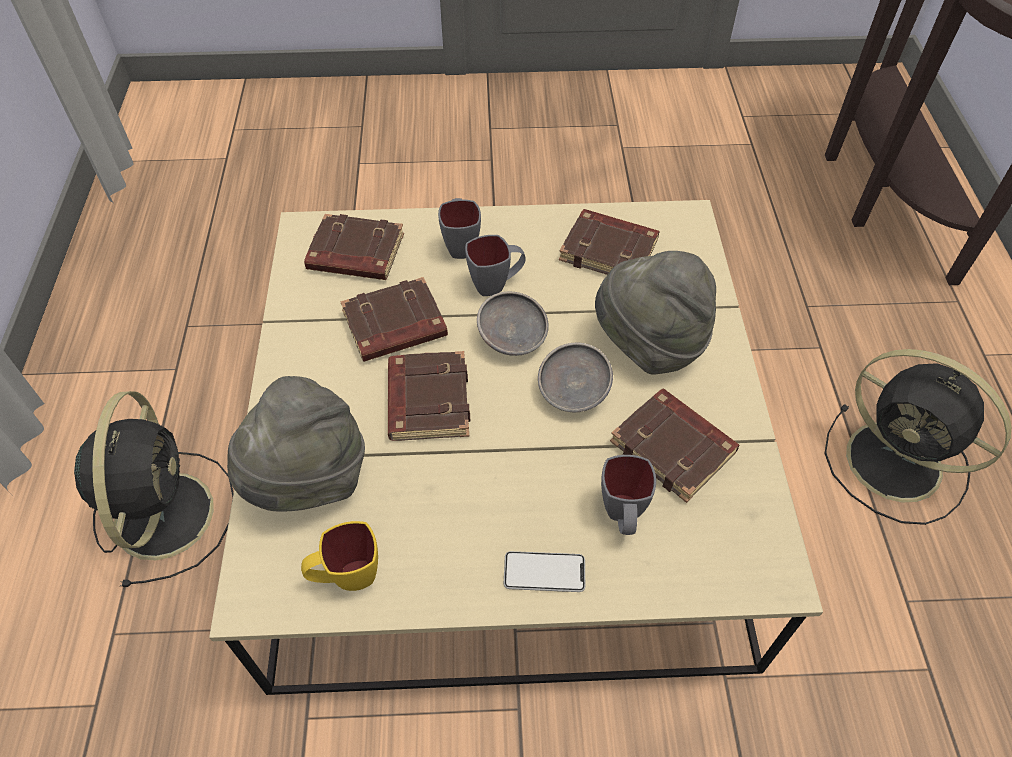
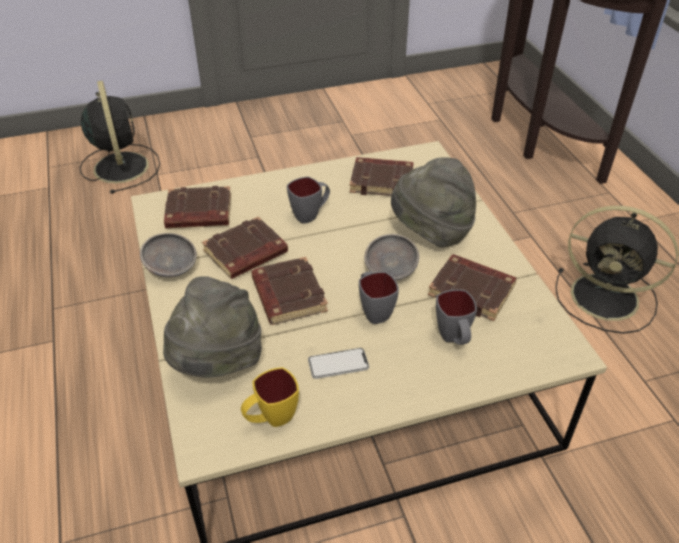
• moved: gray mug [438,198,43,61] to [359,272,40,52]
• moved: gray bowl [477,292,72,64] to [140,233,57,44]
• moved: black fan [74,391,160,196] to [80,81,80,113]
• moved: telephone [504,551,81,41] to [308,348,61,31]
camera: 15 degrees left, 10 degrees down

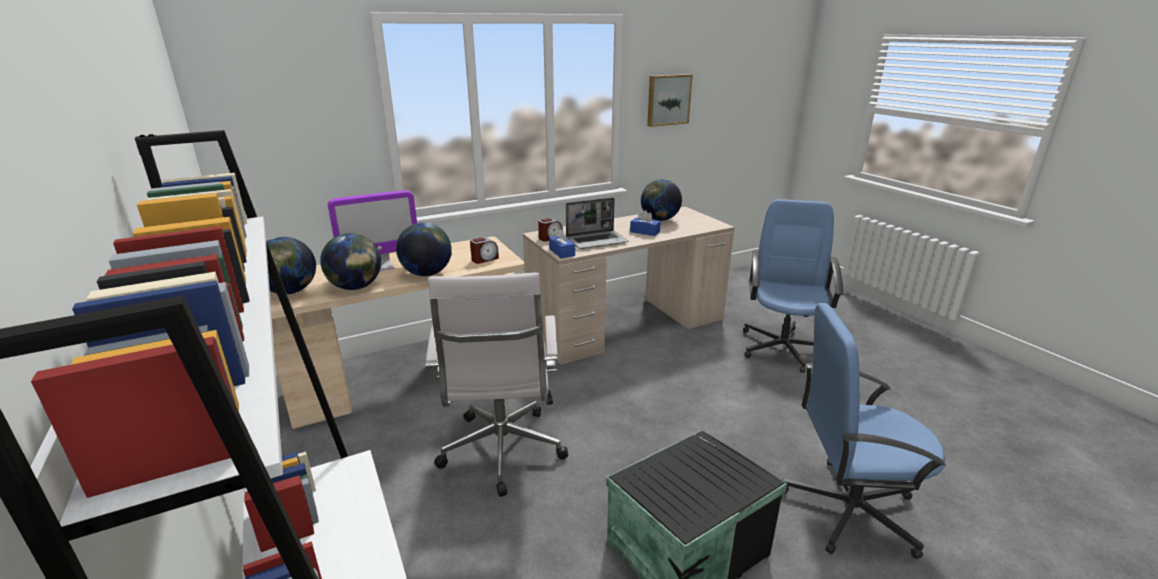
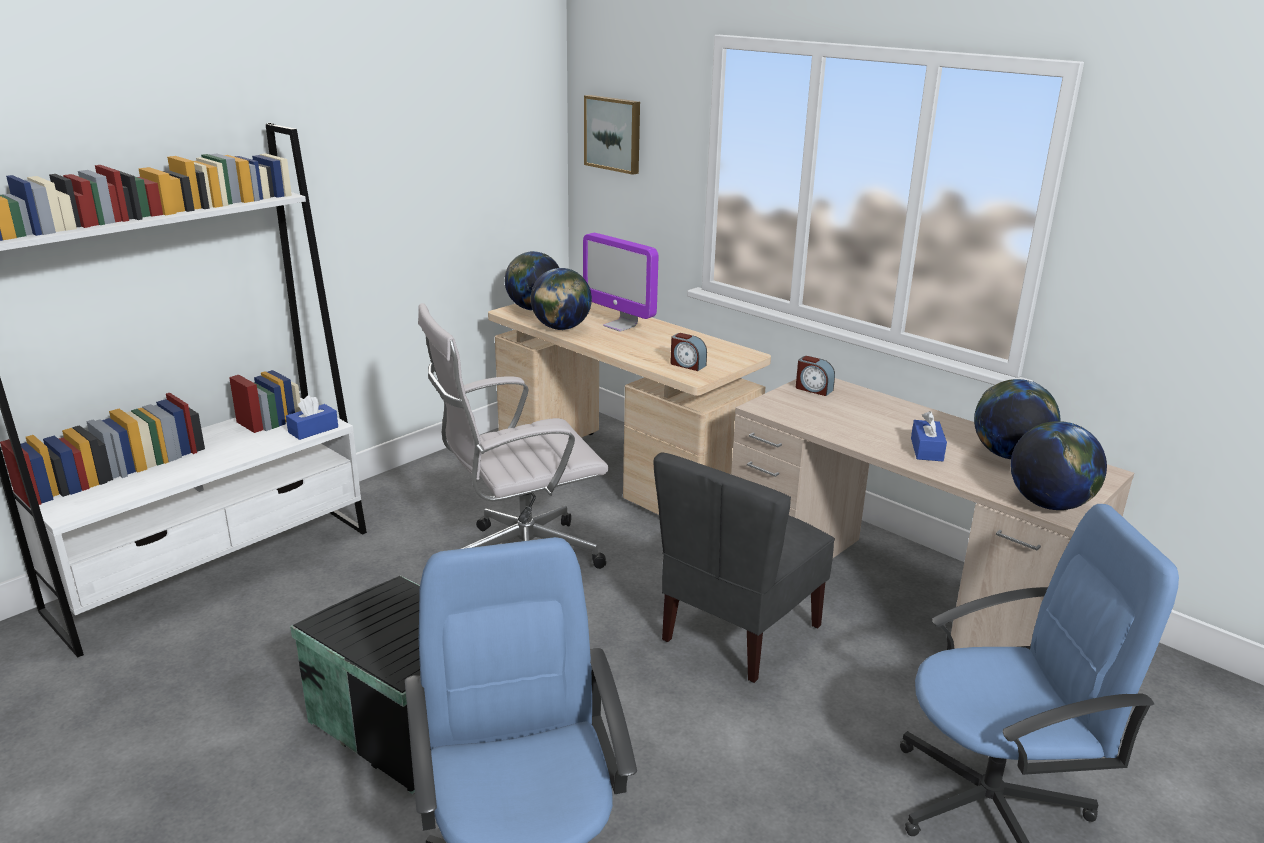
• moved: picture [647,74,46,53] to [584,95,56,80]
• removed: portable computer [566,198,62,51]
• moved: world globe [396,223,56,53] to [1010,421,97,89]
• moved: blue box of tissues [549,229,26,30] to [286,395,52,45]
• added: gray chair [653,452,182,231]
camera: 70 degrees right, 0 degrees up

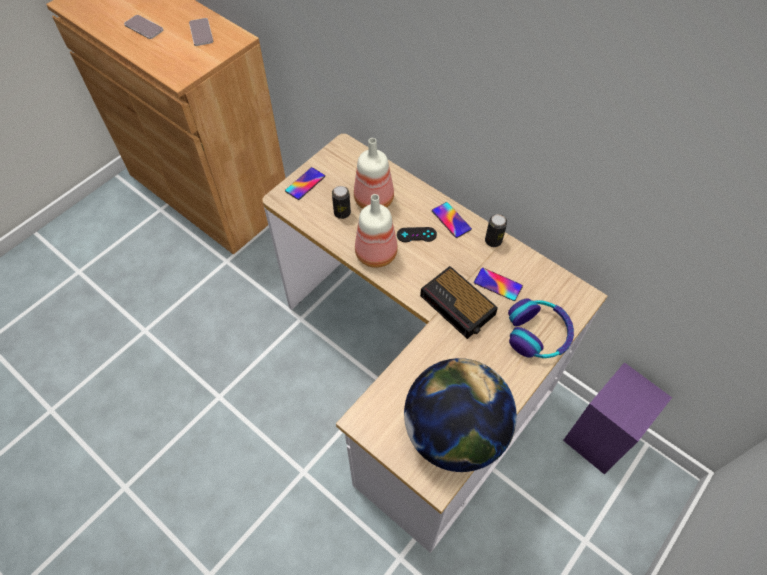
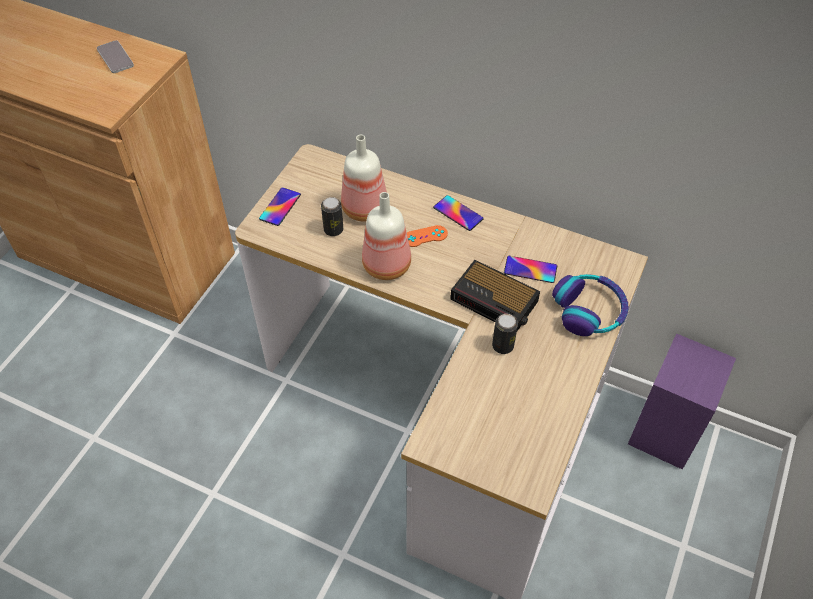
• removed: telephone [124,15,39,24]
• moved: metal can [485,214,22,33] to [492,314,26,40]
• recoloured: black gamepad [397,227,40,15] to orangey gamepad [407,225,41,22]
• removed: world globe [404,358,113,114]
camera: 15 degrees left, 5 degrees down

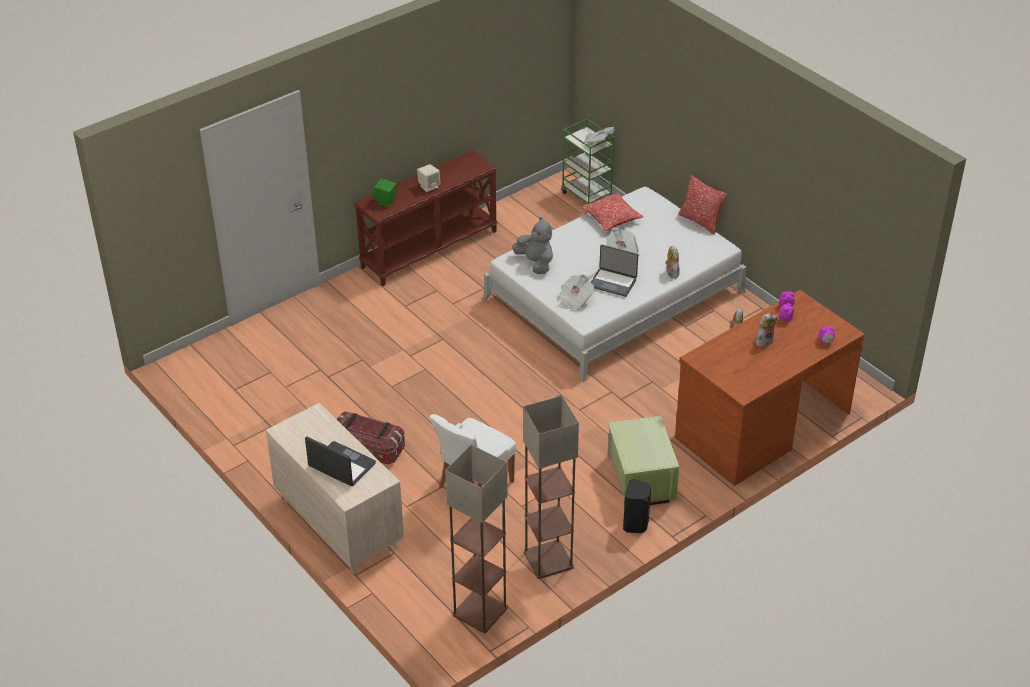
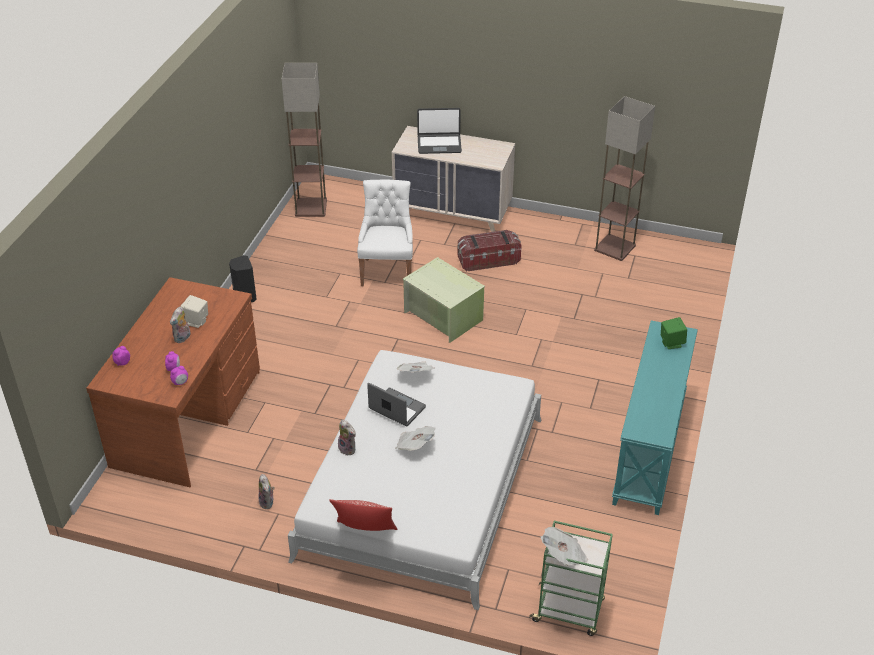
• recoloured: brown-coloured narrow table [354,150,144,136] to blue-green narrow table [612,320,86,195]
• moved: sand-coloured loudspeaker [417,164,24,28] to [180,295,28,33]
• removed: throw pillow [581,193,62,38]
• removed: gray plush toy [512,217,41,57]
• turned: portable computer [591,244,47,53] = [367,383,59,44] 45 degrees clockwise
• moved: standard lamp [523,396,56,183] to [594,96,61,165]
• moved: green-coloured storage container [608,416,72,90] to [403,257,82,86]
camera: 145 degrees right, 0 degrees up

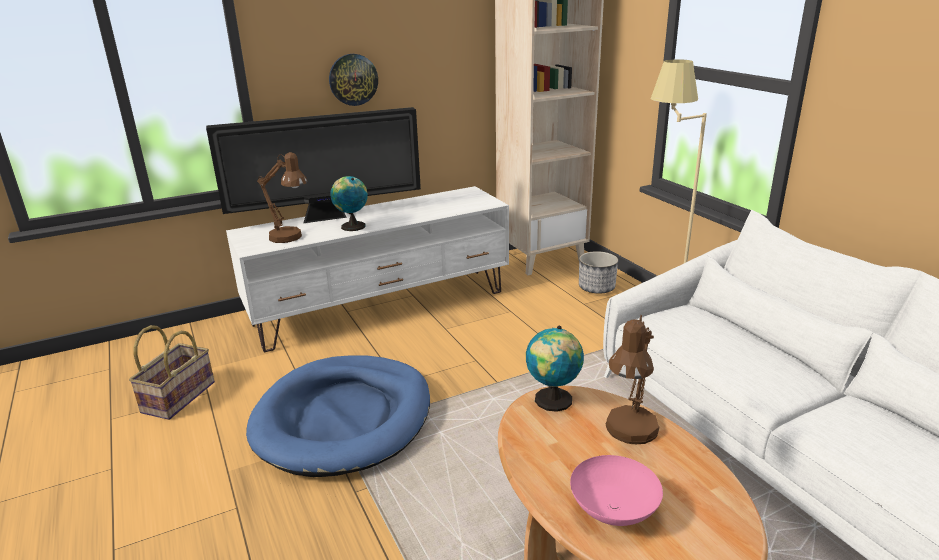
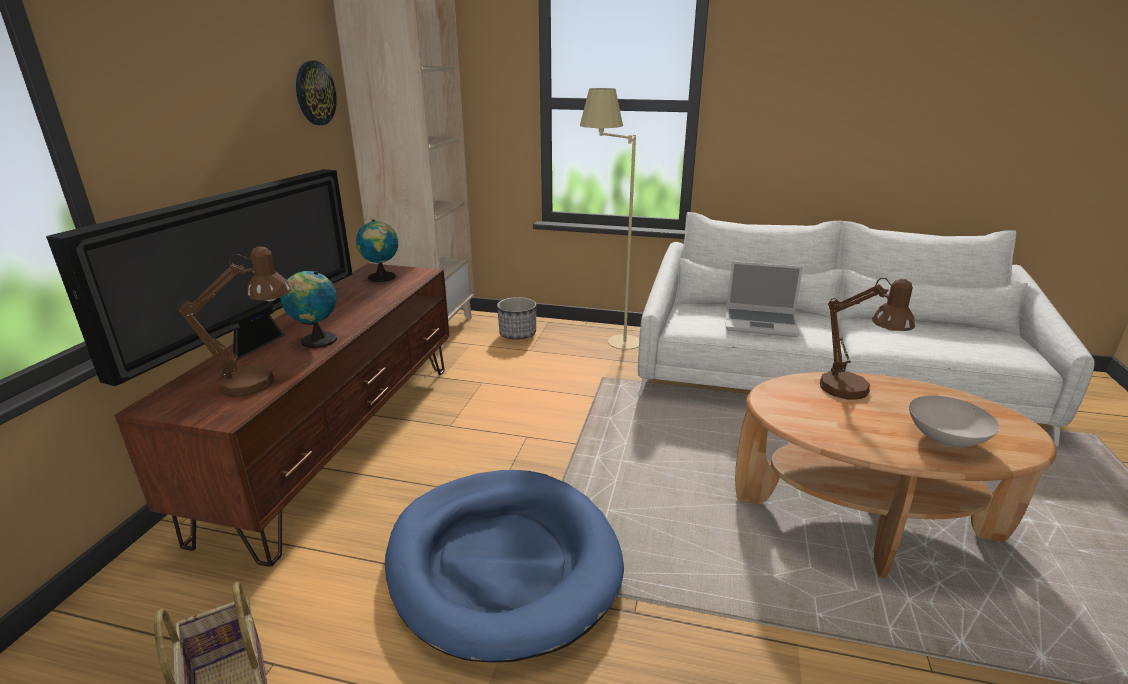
• moved: clock on the wall [329,54,49,52] to [296,61,41,64]
• recoloured: white tv stand [226,186,283,166] to brown-coloured tv stand [114,263,336,304]
• moved: world globe [526,325,58,87] to [356,220,42,62]
• recoloured: pinkish bowl [570,455,93,71] to white bowl [909,395,90,52]
• added: portable computer [726,261,77,76]
camera: 50 degrees left, 0 degrees up

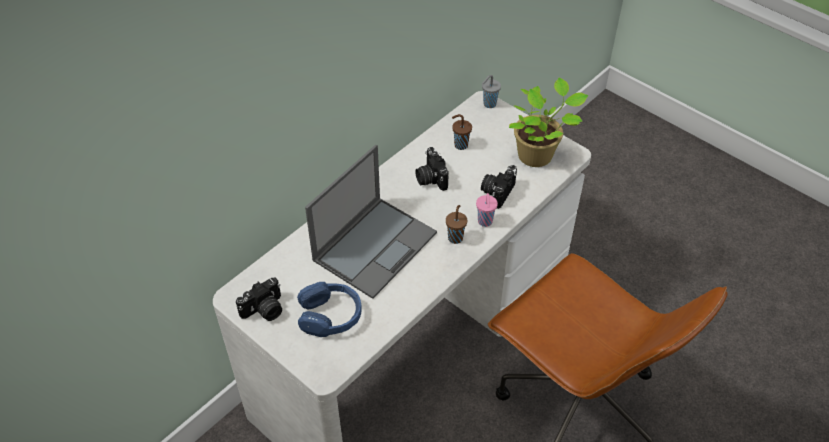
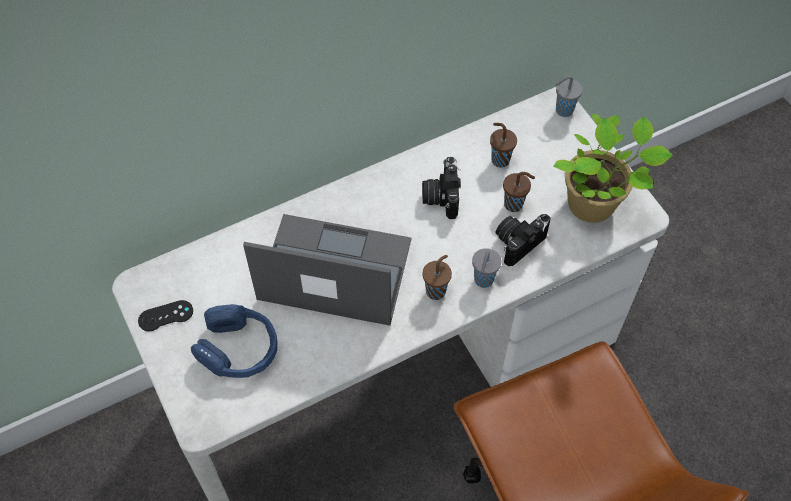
• turned: portable computer [305,145,132,154] = [243,214,168,112] 135 degrees counterclockwise
• recoloured: pinkish small cup [476,193,22,34] to gray small cup [472,248,29,40]
• replaced: still camera [236,278,46,43] to black gamepad [138,300,55,31]
• added: brown-coloured small cup [503,172,32,40]
camera: 20 degrees right, 10 degrees up

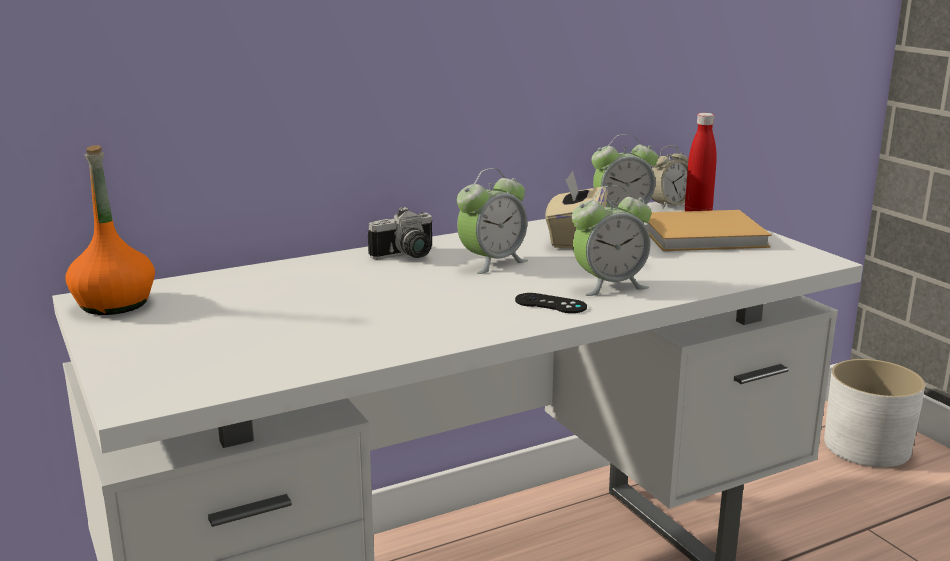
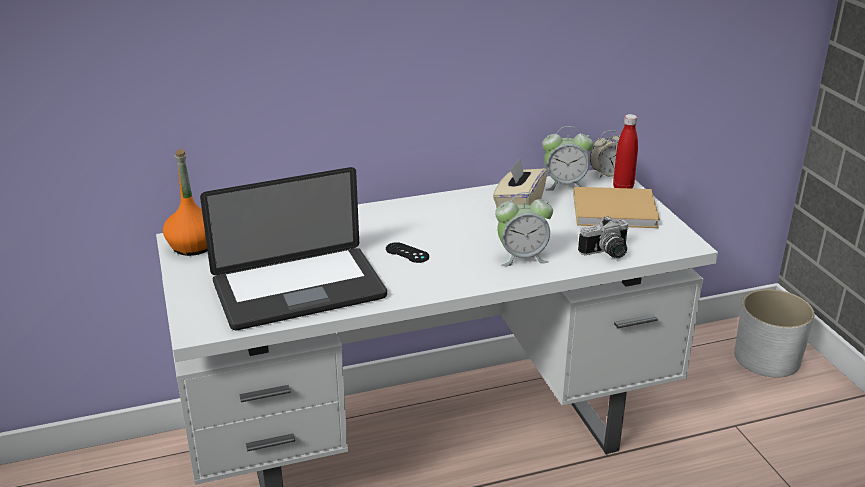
• removed: bedside clock [457,168,71,106]
• moved: still camera [368,207,65,52] to [578,216,51,42]
• moved: black gamepad [515,293,72,20] to [386,242,43,21]
• added: portable computer [200,167,187,163]
camera: 10 degrees right, 10 degrees up

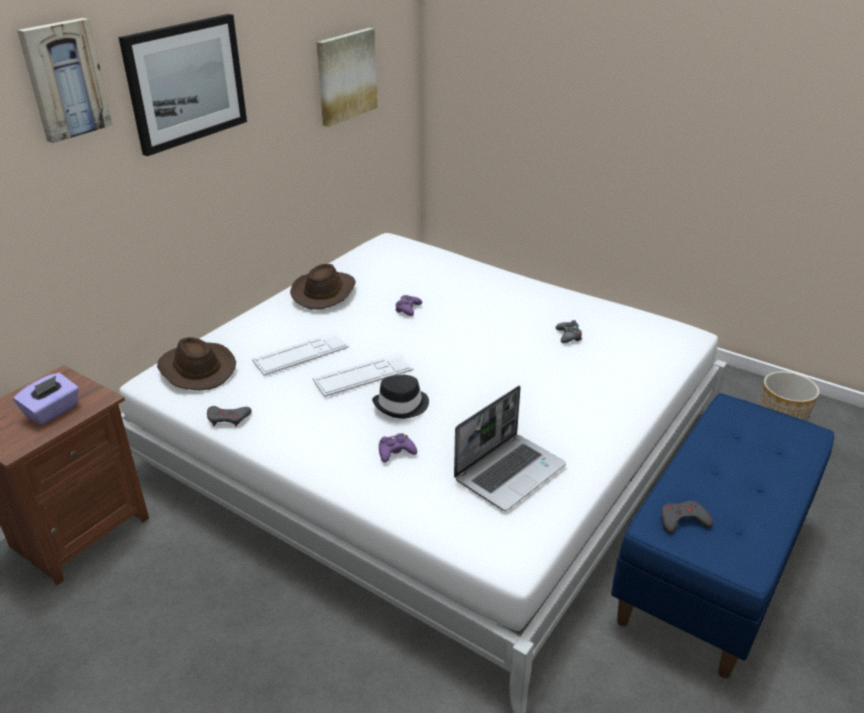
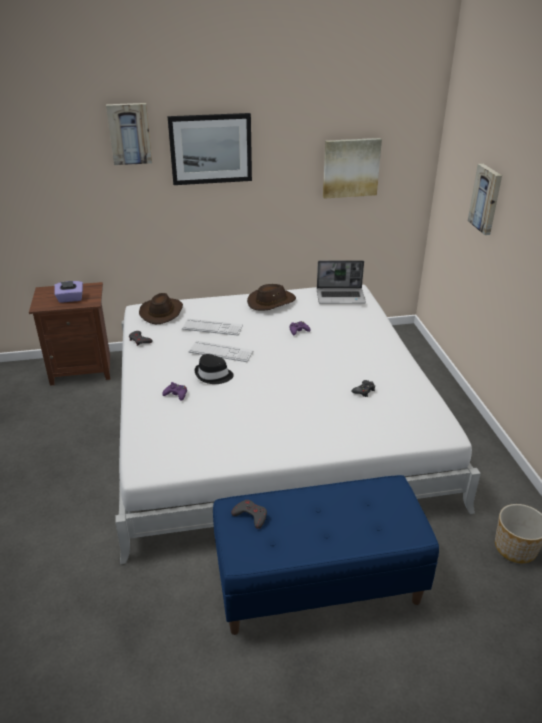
• moved: portable computer [454,385,112,126] to [317,260,49,44]
• added: picture [468,164,34,71]
camera: 45 degrees right, 0 degrees up

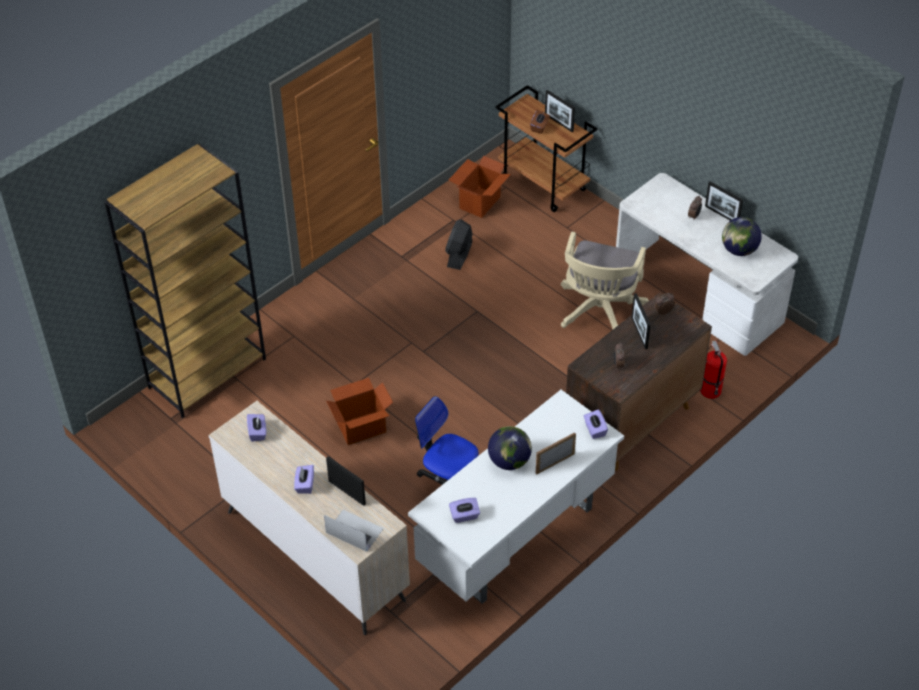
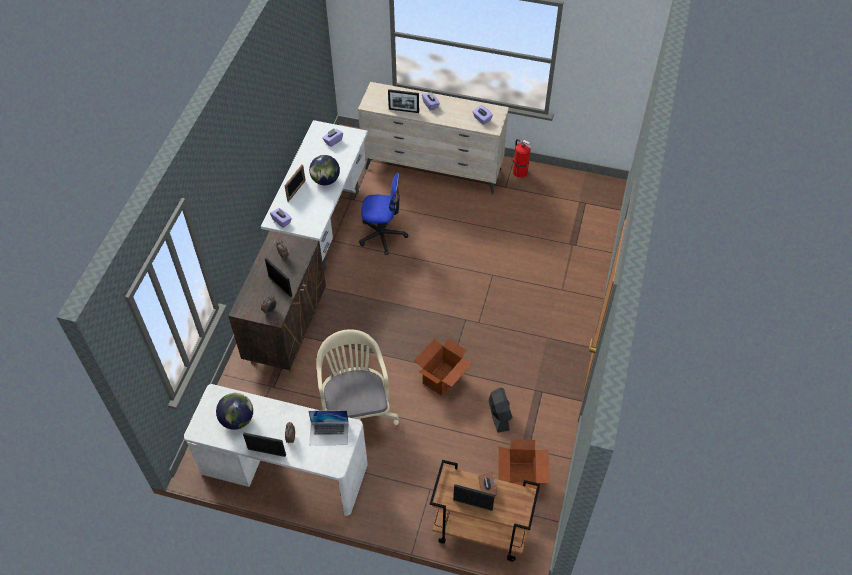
• removed: brown-coloured bookshelf [104,144,162,274]
• moved: fire-fighting cylinder [700,341,27,58] to [513,139,18,39]
• moved: packing box [326,378,67,67] to [414,338,58,58]
• moved: portable computer [324,510,60,42] to [308,410,41,35]
camera: 150 degrees right, 5 degrees up

